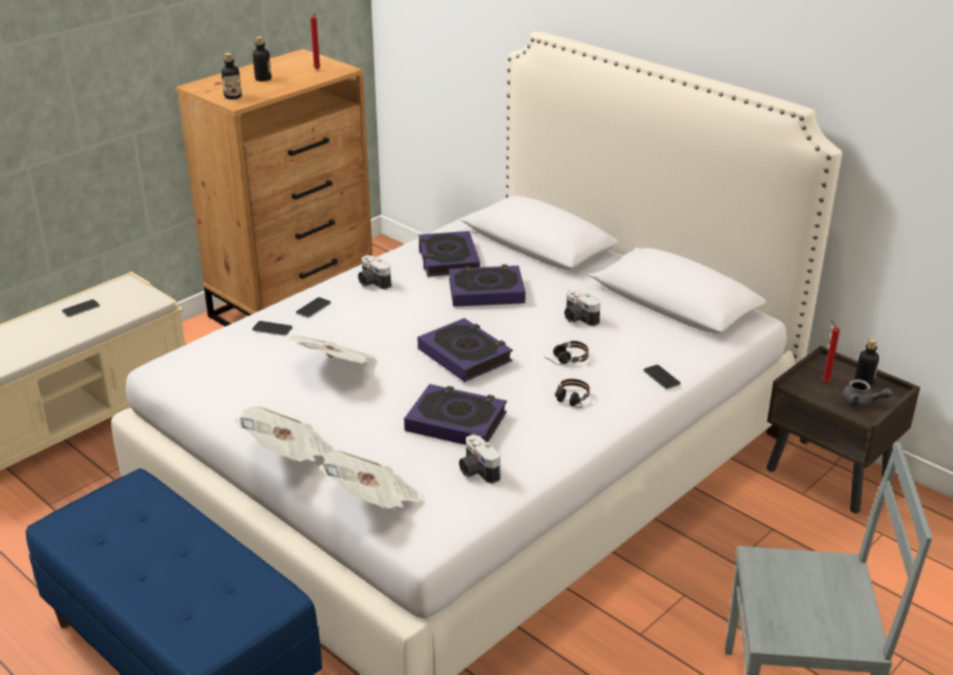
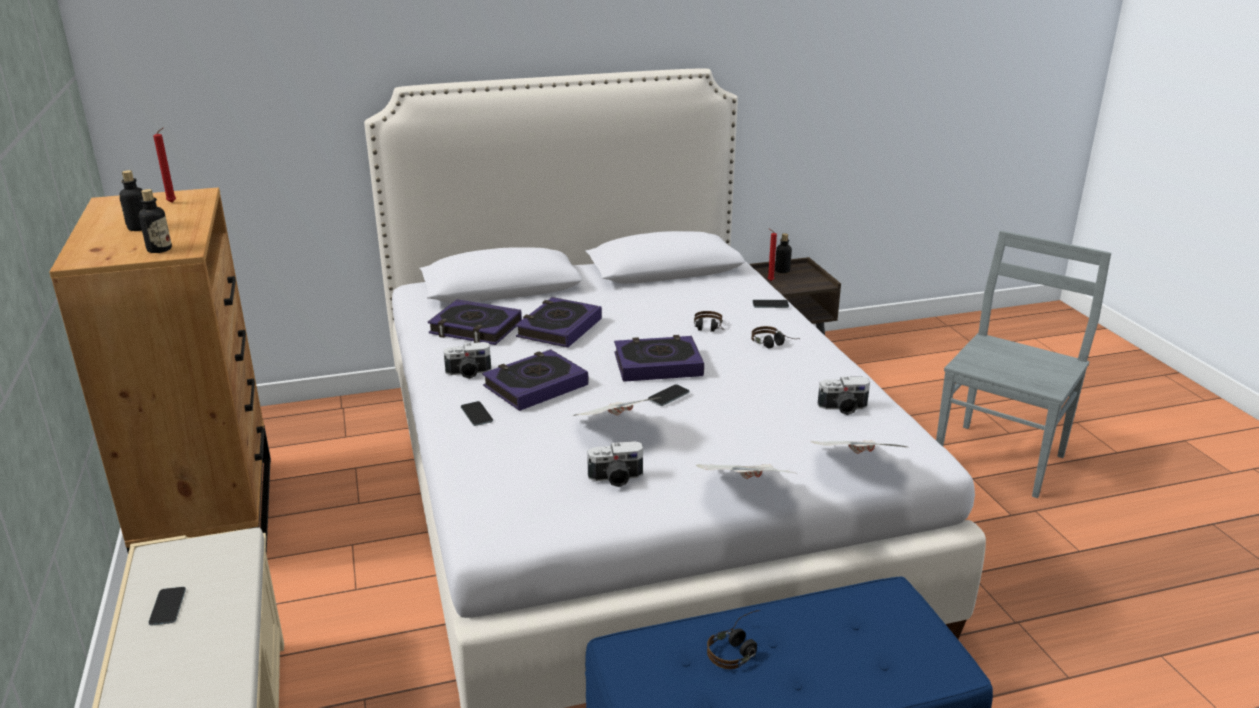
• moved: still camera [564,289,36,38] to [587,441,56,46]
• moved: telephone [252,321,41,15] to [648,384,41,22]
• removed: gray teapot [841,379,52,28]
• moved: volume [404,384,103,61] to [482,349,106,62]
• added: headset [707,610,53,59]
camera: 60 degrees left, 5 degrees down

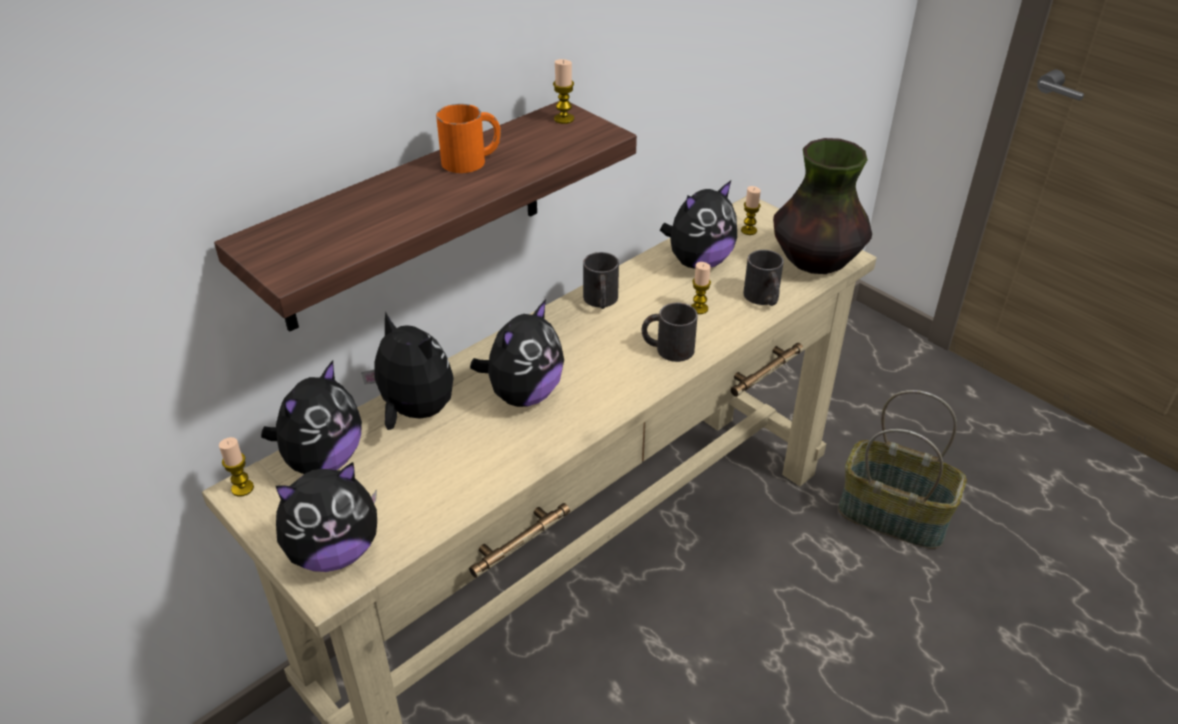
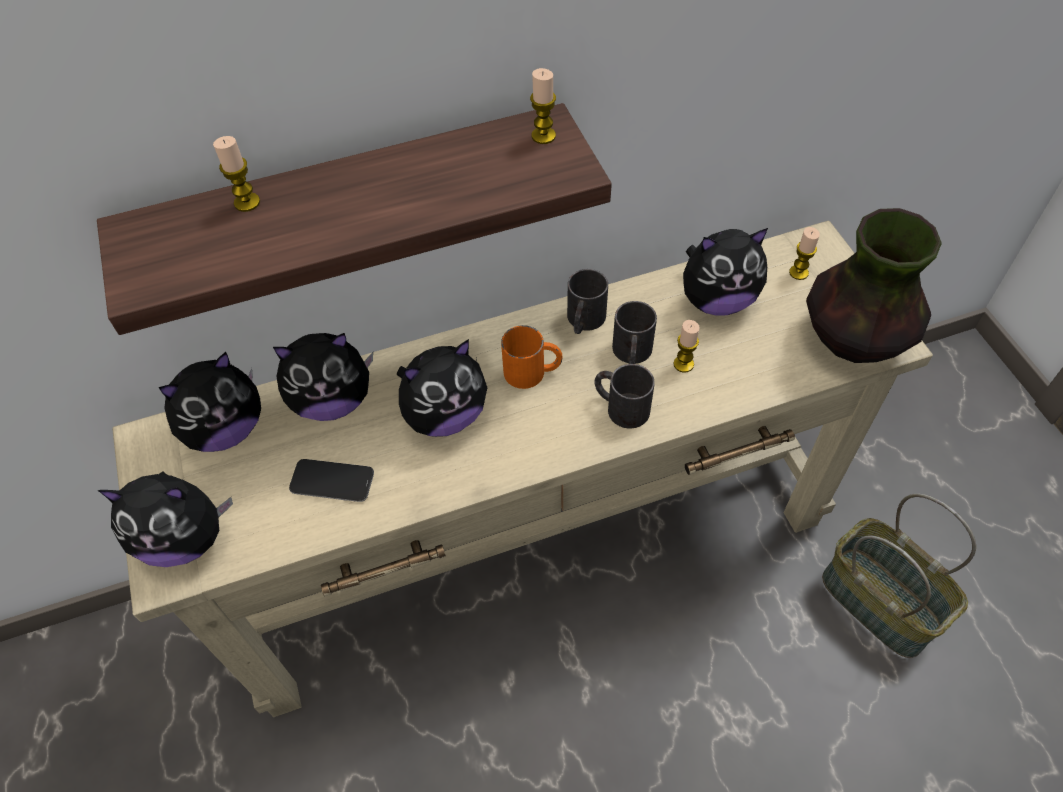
• moved: orangey mug [436,104,65,69] to [501,325,62,64]
• moved: black mug [743,250,41,56] to [612,301,45,63]
• turned: plush toy [361,312,93,118] = [273,333,100,88] 105 degrees clockwise
• moved: wax light [219,437,35,60] to [213,136,47,76]
• added: telephone [289,459,85,43]
camera: 25 degrees right, 15 degrees up

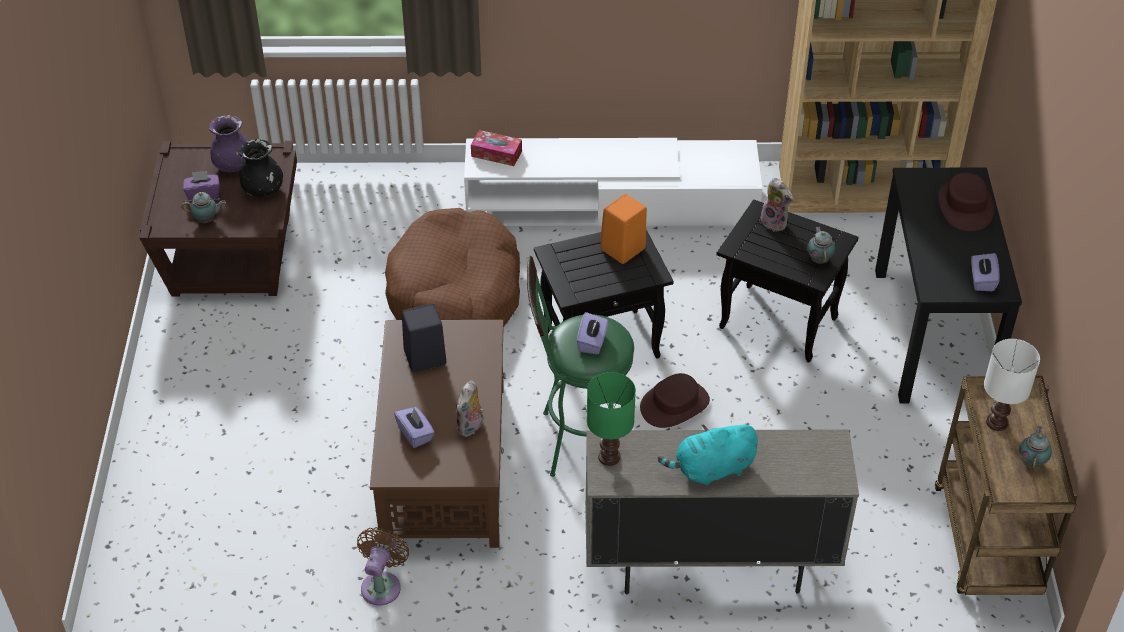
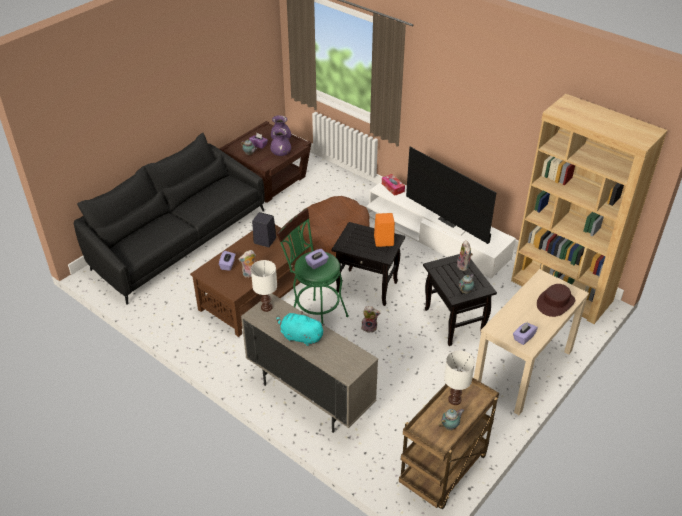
• recoloured: black decorative vase [239,139,44,58] to purplish decorative vase [270,128,21,28]
• recoloured: black narrow table [875,168,147,235] to sand-coloured narrow table [474,269,115,146]
• recoloured: green-coloured lamp for a table [587,372,49,94] to white lamp for a table [251,260,26,52]
• replaced: brown-coloured hat [640,373,70,55] to plush toy [361,306,19,27]
• removed: brown-coloured fan [357,527,52,79]
• added: black couch [74,133,191,172]
• added: television [406,147,90,97]
camera: 40 degrees right, 5 degrees down

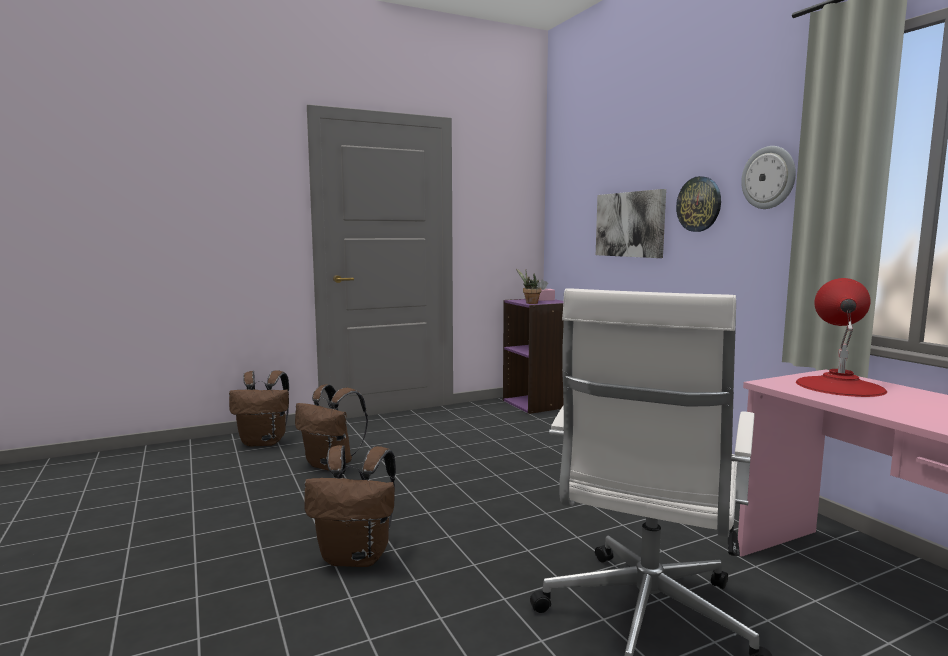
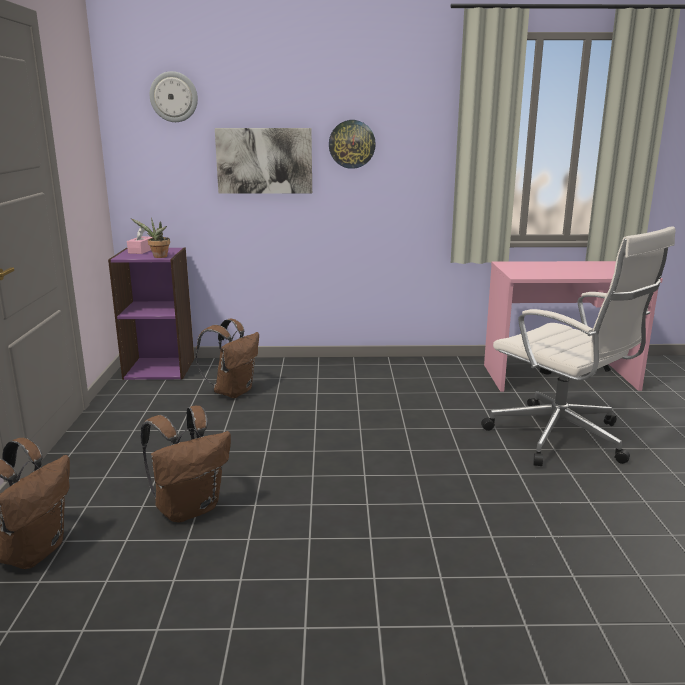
• moved: clock on the wall [741,146,55,63] to [150,71,48,51]
• removed: reddish lamp for a table [796,278,91,119]
• moved: brown-coloured backpack [305,445,91,122] to [196,319,63,79]
camera: 65 degrees left, 10 degrees up

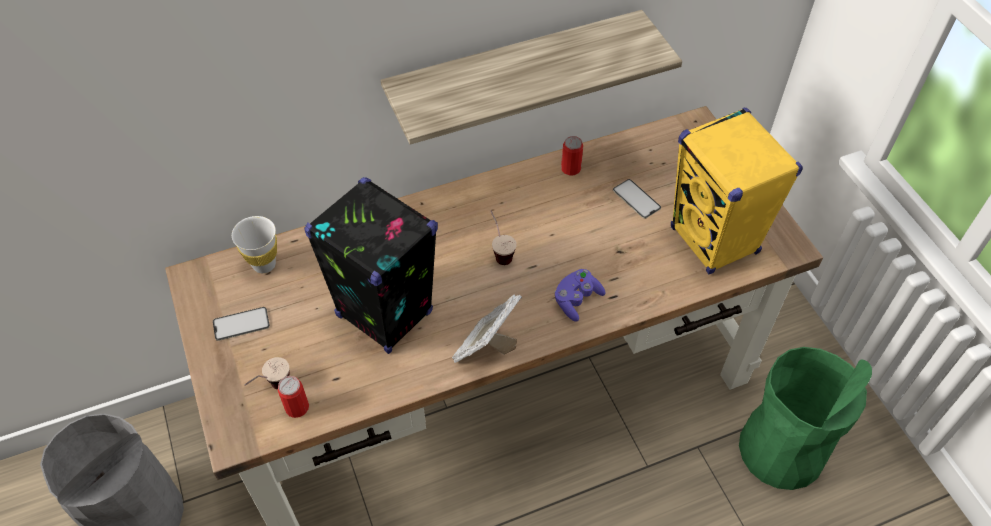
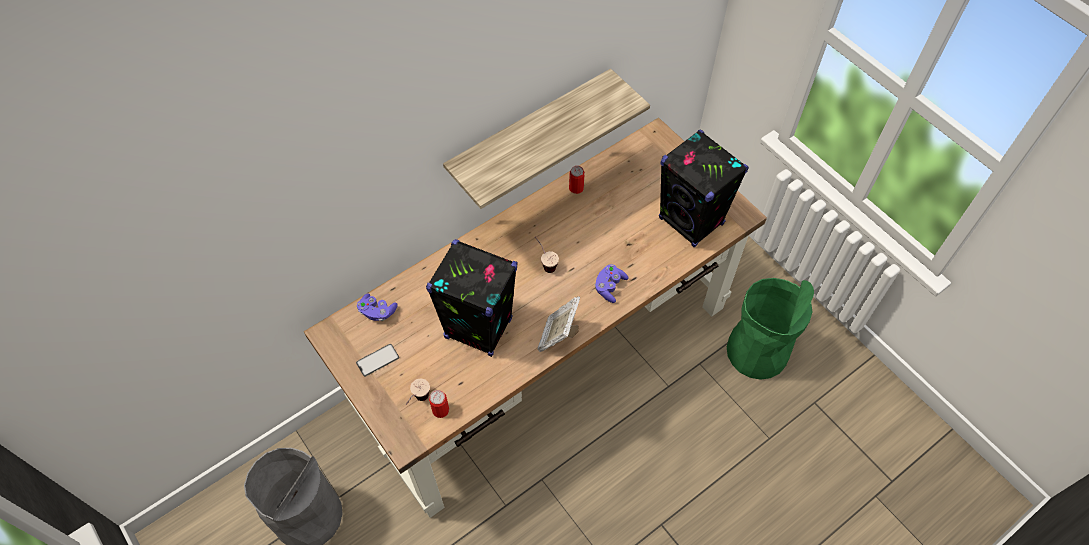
• recoloured: yellow-coloured loudspeaker [671,108,132,166] to black loudspeaker [659,130,90,117]
• removed: telephone [613,179,48,40]
• replaced: white small cup [232,216,45,57] to purplish gamepad [357,293,41,28]
camera: 15 degrees left, 5 degrees up

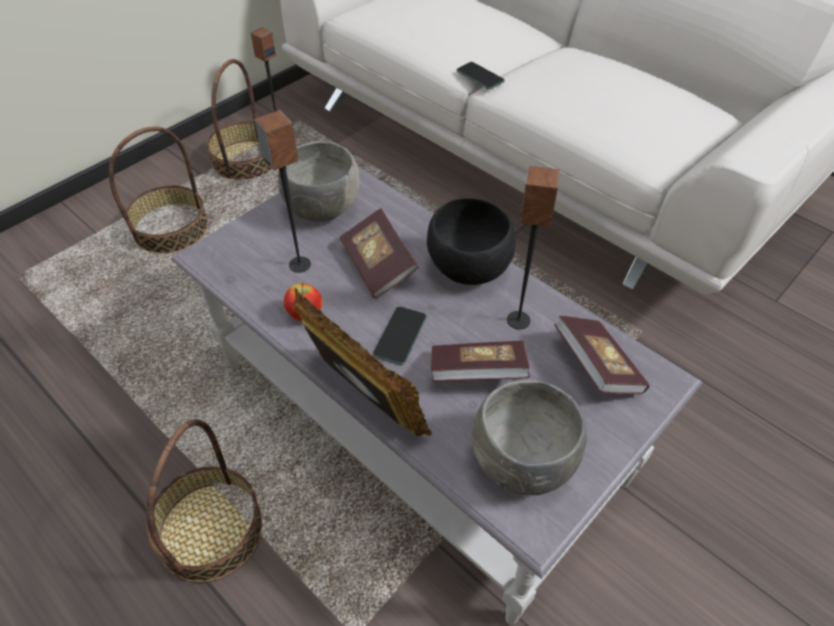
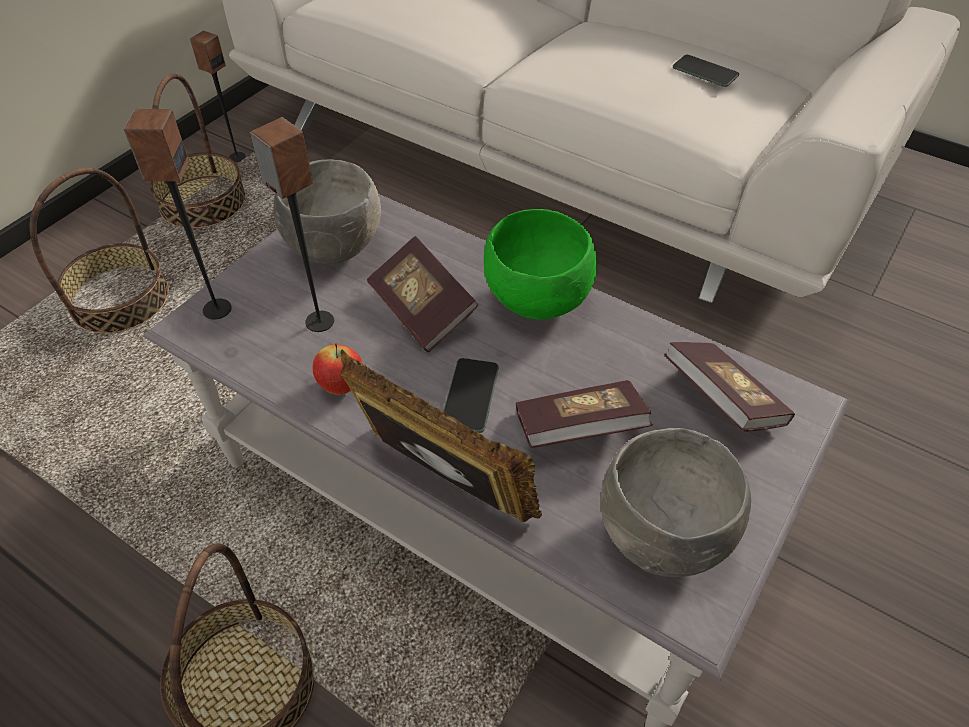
• moved: telephone [457,62,48,27] to [673,55,66,32]
• moved: loudspeaker [507,166,53,163] to [124,109,108,211]
• recoloured: black bowl [427,198,89,87] to green-coloured bowl [484,209,113,110]
camera: 10 degrees left, 0 degrees up

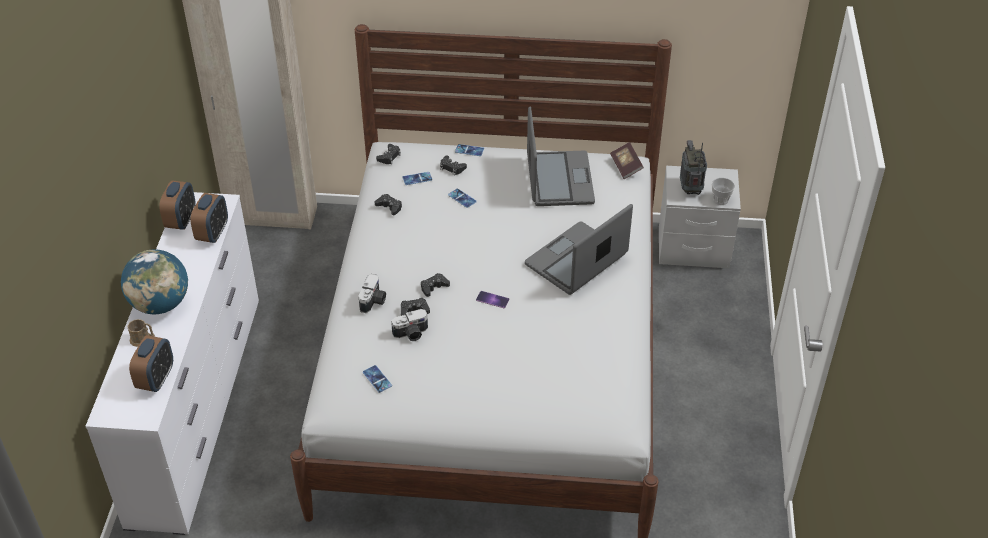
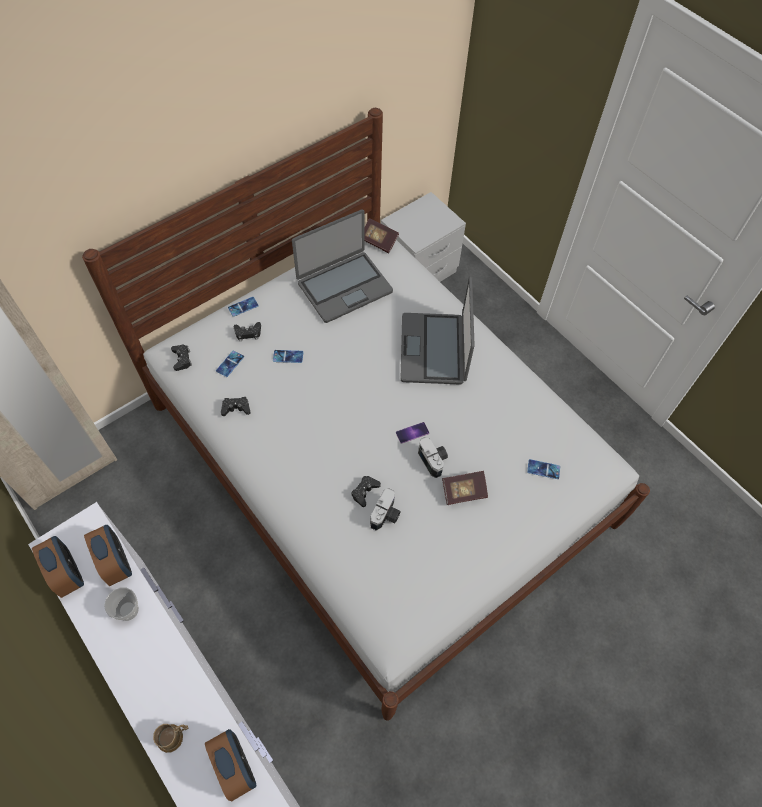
• turned: portable computer [527,106,68,100] = [292,209,101,114] 105 degrees clockwise
• removed: radio set [680,140,27,55]
• moved: small cup [712,178,23,27] to [104,587,35,34]
• removed: world globe [121,249,67,65]
• removed: black gamepad [421,273,29,24]
• moved: still camera [359,274,27,39] to [418,437,30,41]
• moved: telephone [363,365,29,28] to [527,459,33,20]
• added: volume [442,471,46,34]
camera: 45 degrees left, 15 degrees up

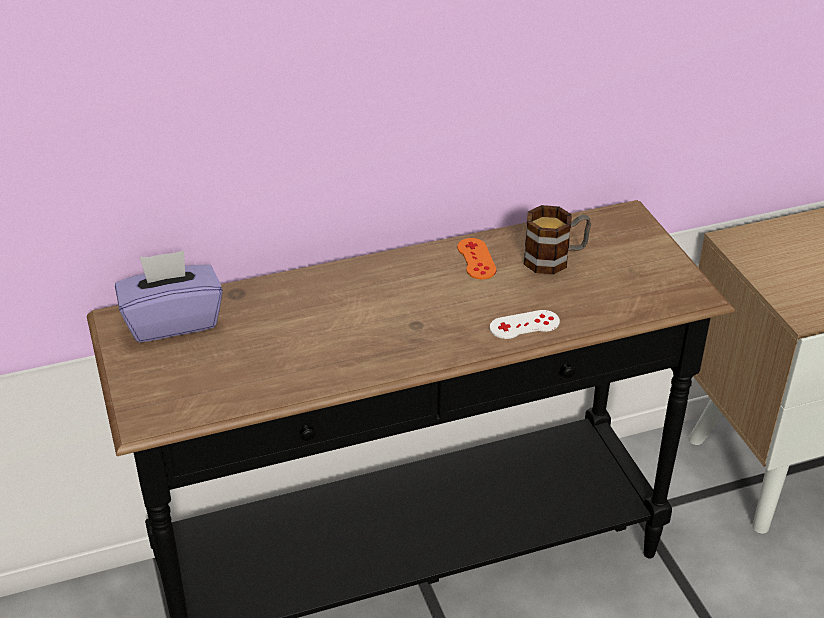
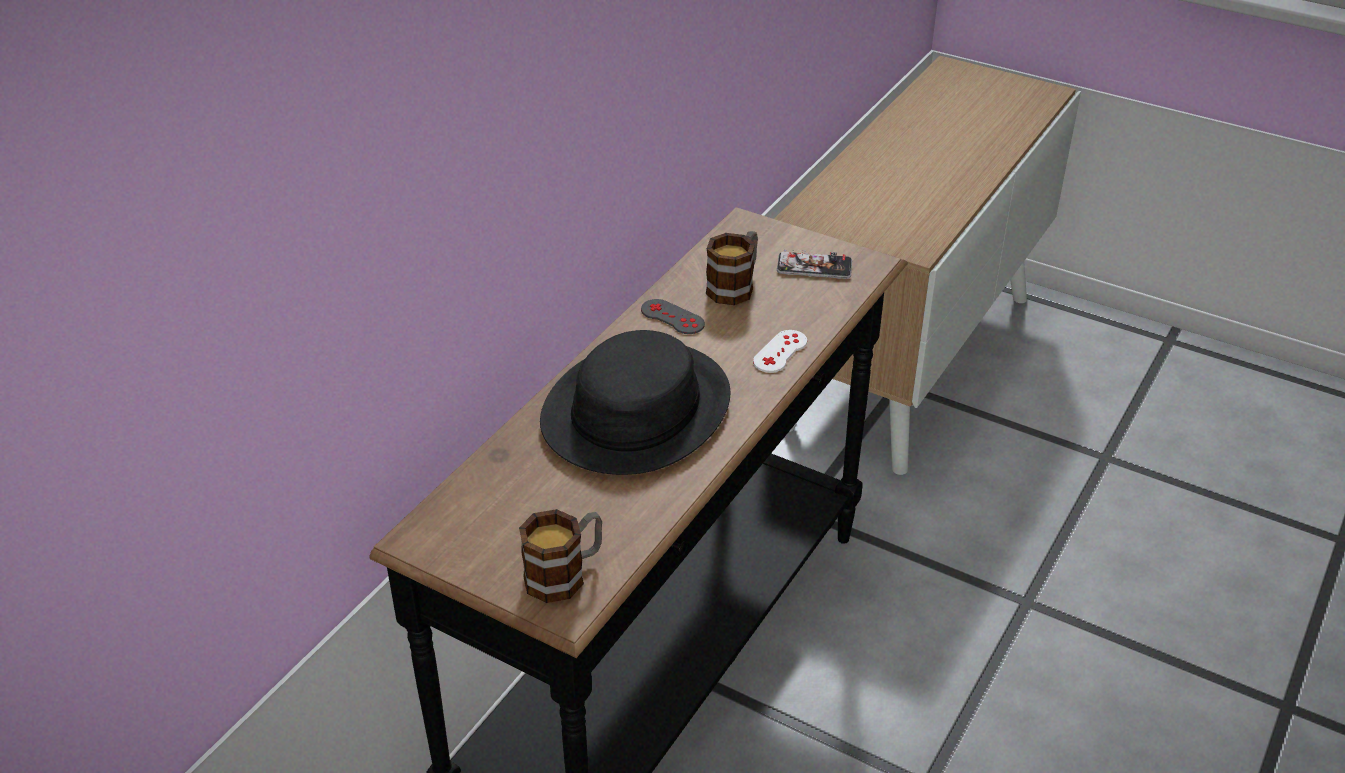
• recoloured: orangey gamepad [457,238,39,41] to gray gamepad [641,299,64,35]
• removed: purplish box of tissues [115,250,108,92]
• added: telephone [777,249,75,30]
• added: black hat [540,330,190,145]
• added: mug [519,509,83,94]
camera: 40 degrees left, 0 degrees up

